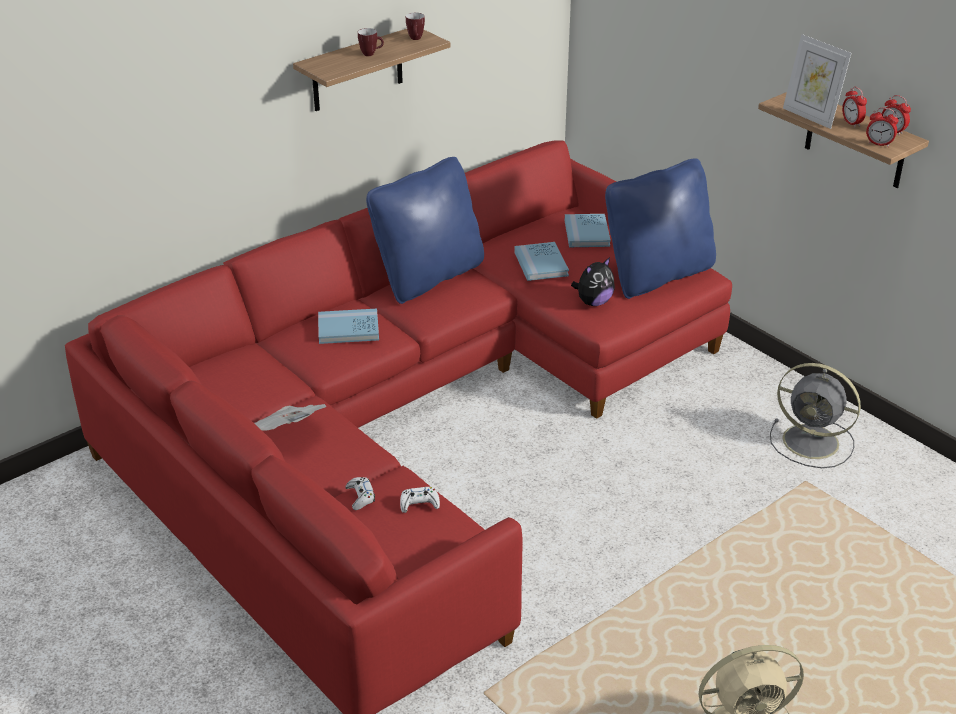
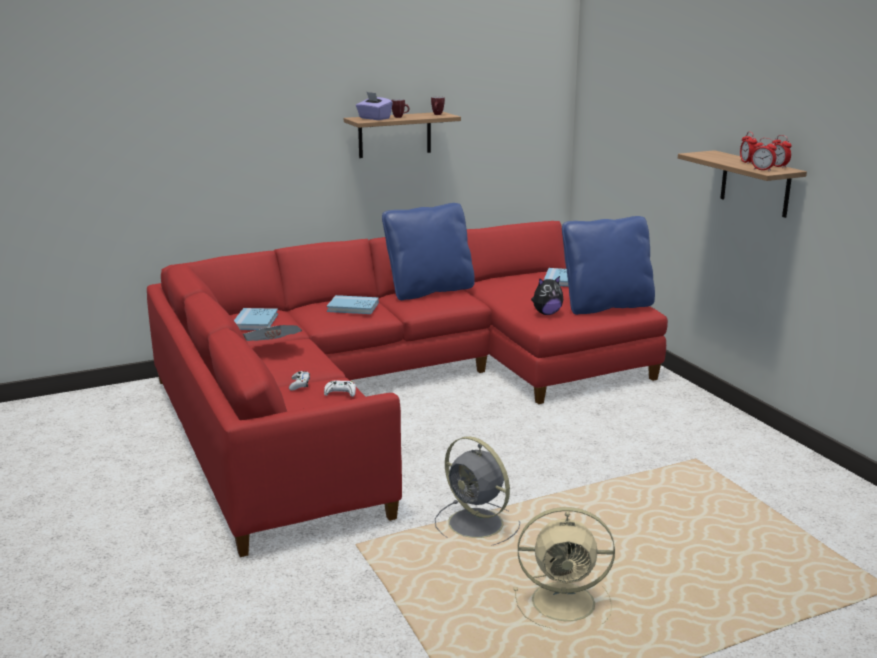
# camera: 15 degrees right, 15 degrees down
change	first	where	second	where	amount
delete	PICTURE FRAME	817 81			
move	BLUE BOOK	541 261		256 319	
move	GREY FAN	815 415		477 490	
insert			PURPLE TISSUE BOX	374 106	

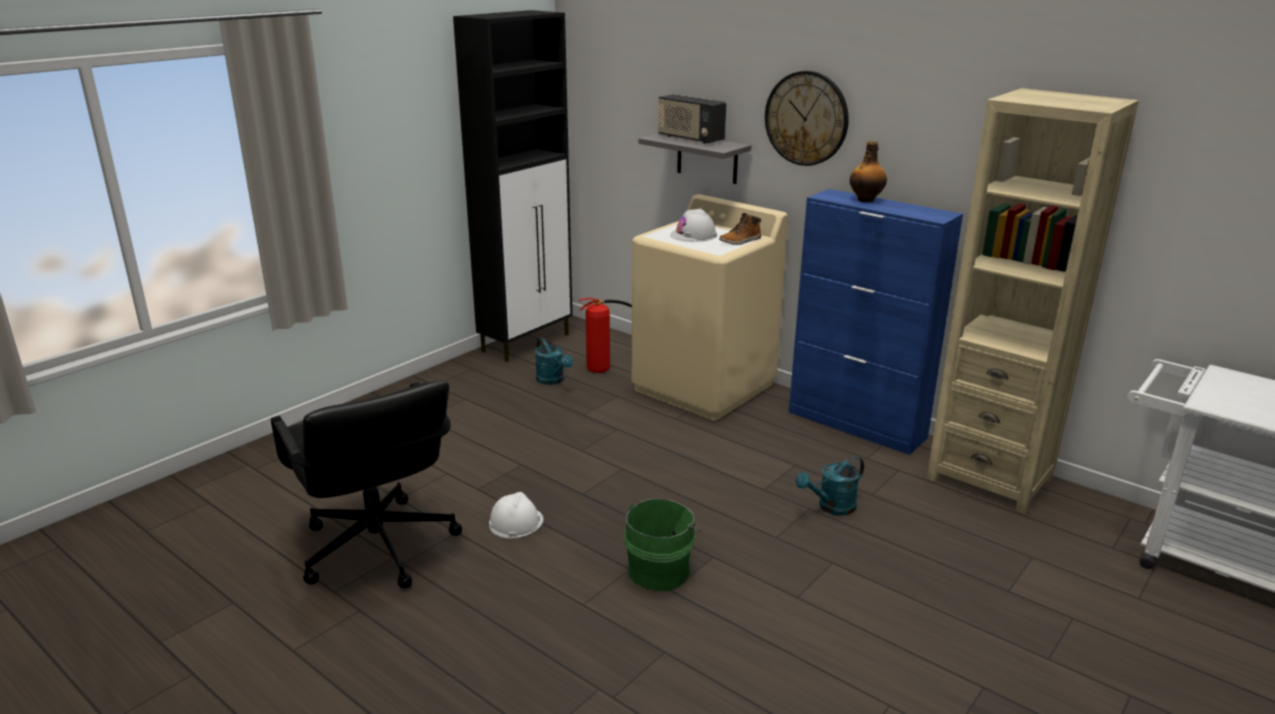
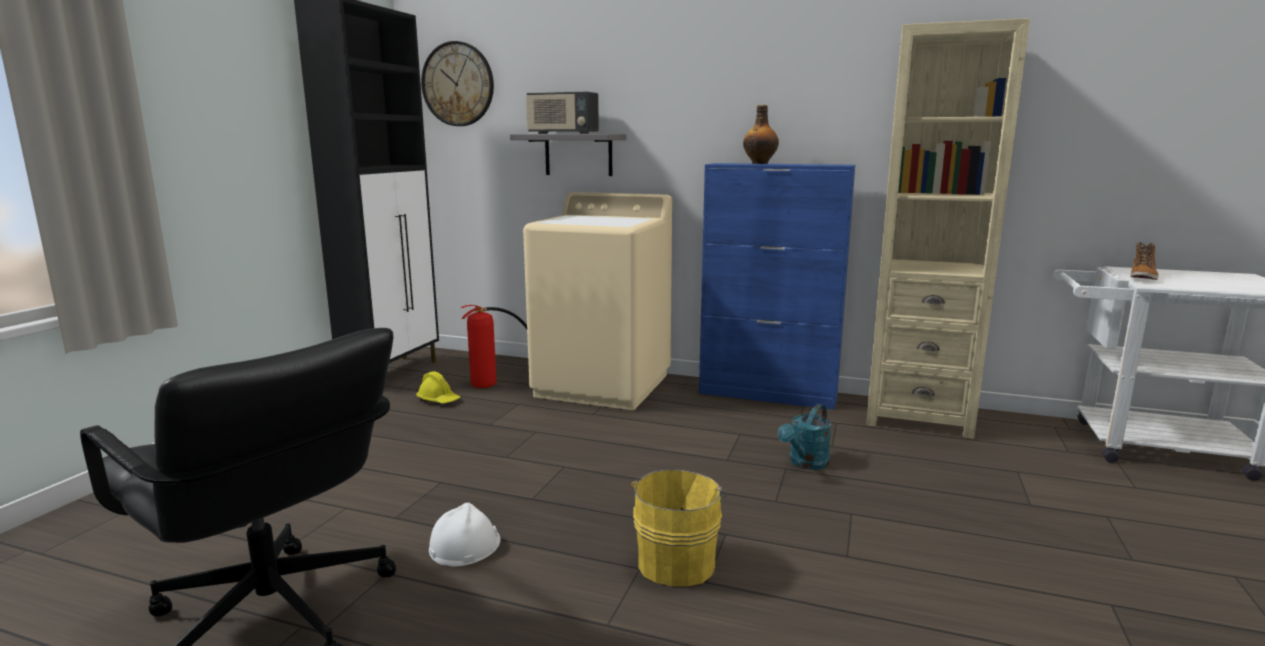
# camera: 20 degrees left, 10 degrees down
change	first	where	second	where	amount
move	WALL CLOCK	807 118		457 83	
delete	WHITE HARD HAT	693 225			
move	BOOT	740 229		1144 261	
replace	TURQUOISE WATERING CAN	554 361	YELLOW HARD HAT	438 387	
recolor	GREEN BUCKET	663 545	YELLOW BUCKET	679 528	

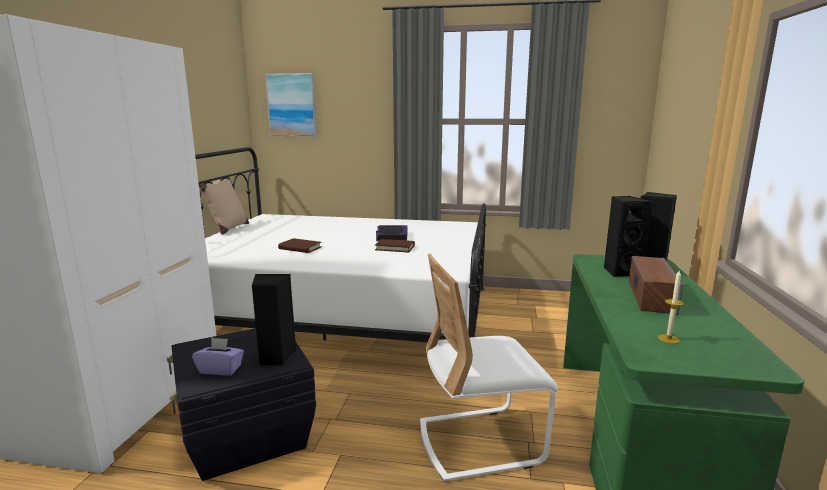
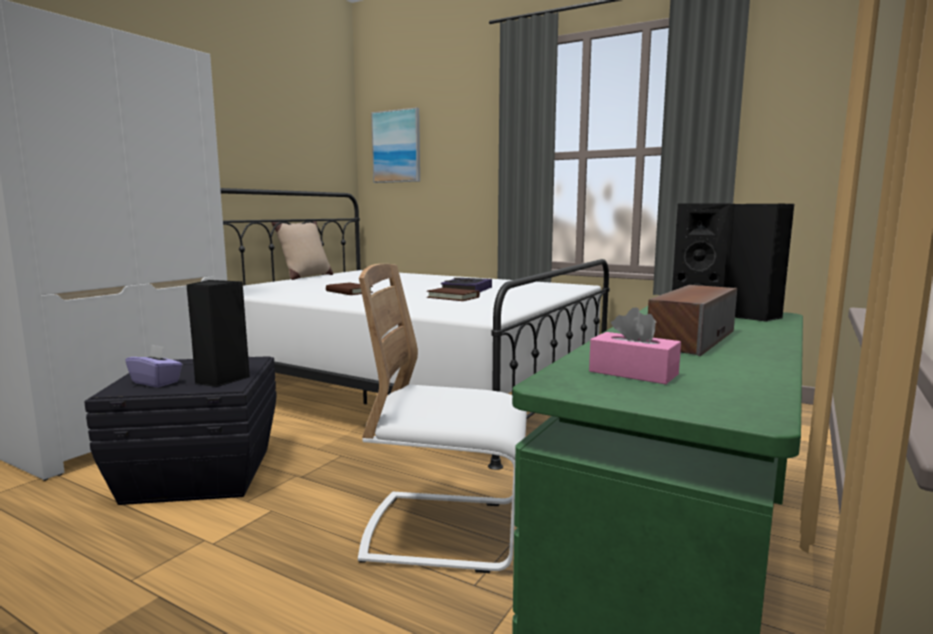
# camera: 20 degrees right, 5 degrees down
change	first	where	second	where	amount
replace	CANDLE	671 306	PINK TISSUE BOX	635 345	

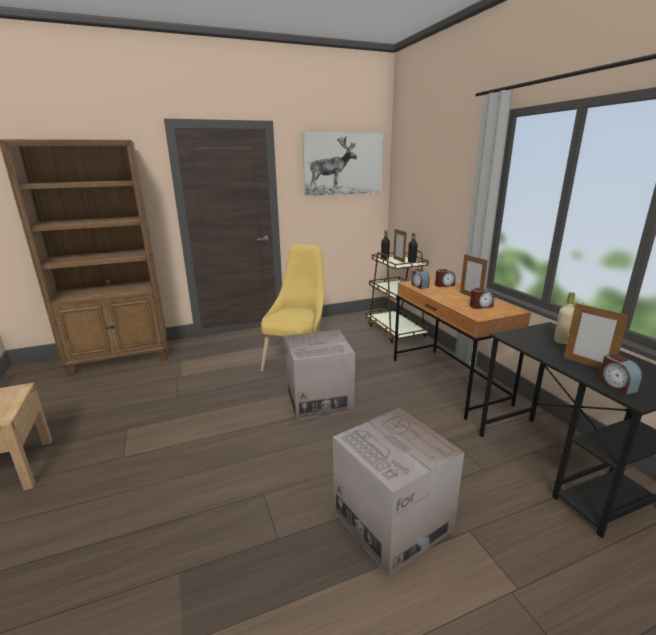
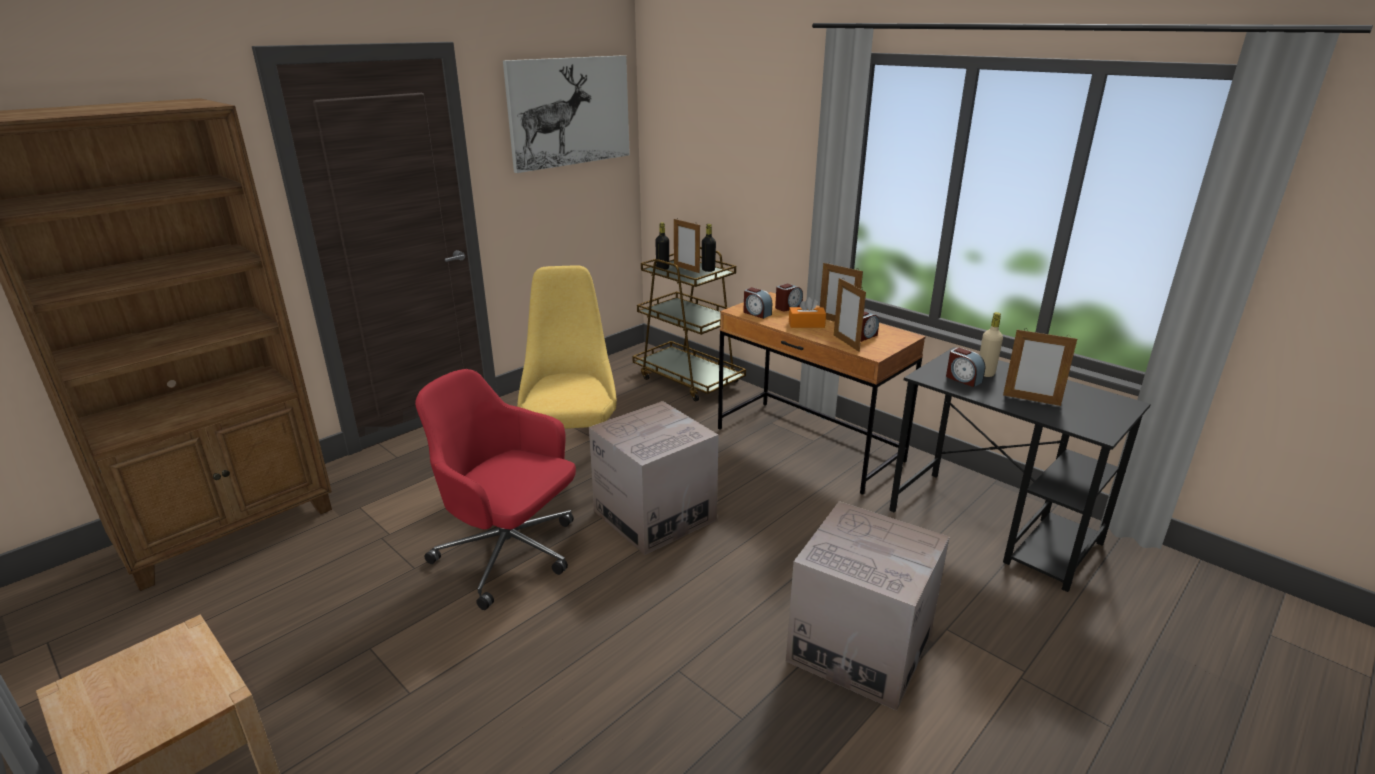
# camera: 25 degrees left, 5 degrees up
change	first	where	second	where	amount
move	ALARM CLOCK	620 374		965 367	
insert			PICTURE FRAME	850 315	
insert			ORANGE TISSUE BOX	807 312	
insert			RED OFFICE CHAIR	495 489	

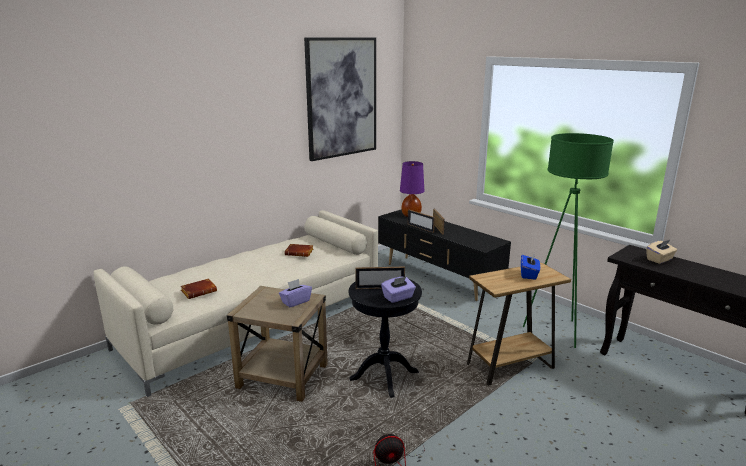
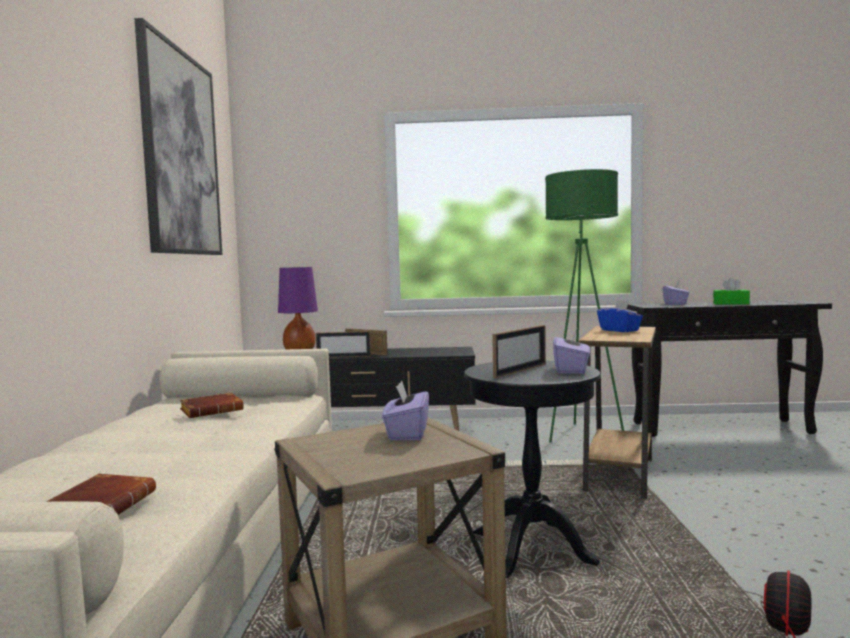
# camera: 45 degrees left, 15 degrees down
change	first	where	second	where	amount
recolor	BEIGE TISSUE BOX	662 252	PURPLE TISSUE BOX	676 292	
insert			GREEN TISSUE BOX	731 290	

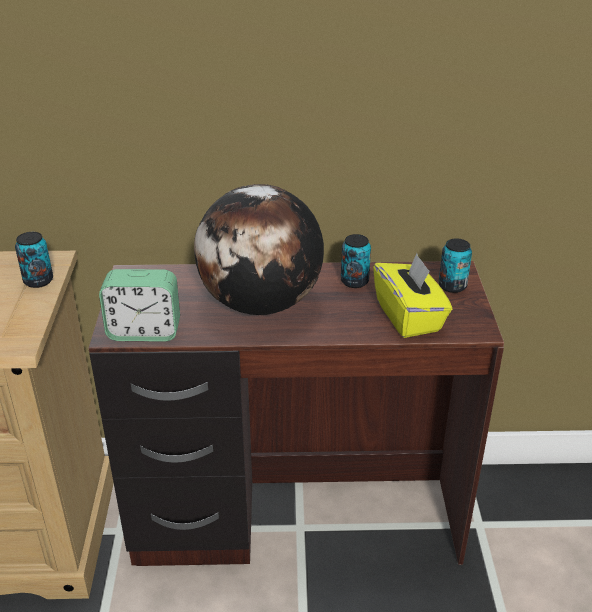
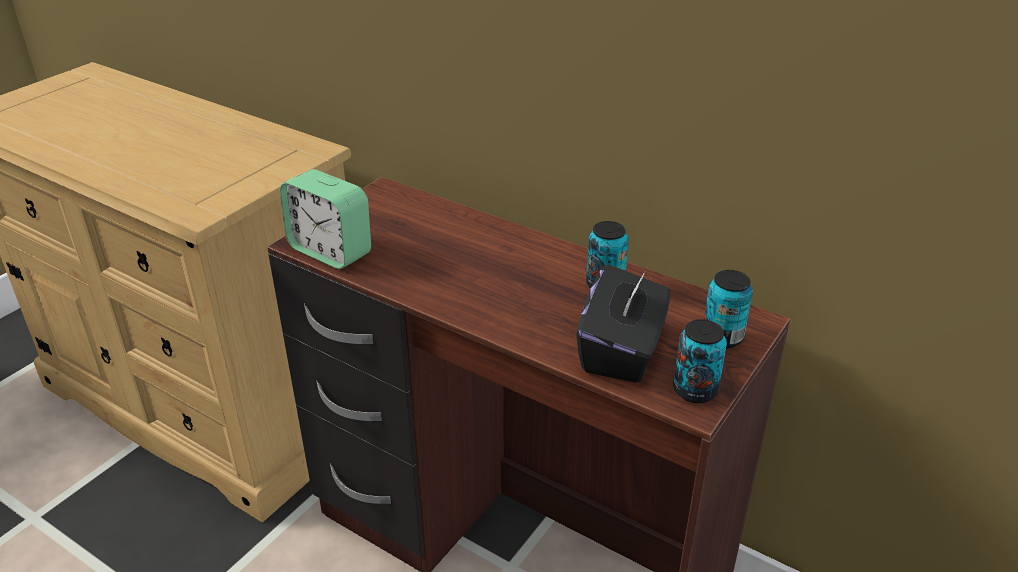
# camera: 35 degrees right, 0 degrees up
change	first	where	second	where	amount
delete	GLOBE	259 249			
move	CAN	34 260		700 361	
recolor	YELLOW TISSUE BOX	412 295	BLACK TISSUE BOX	623 323	

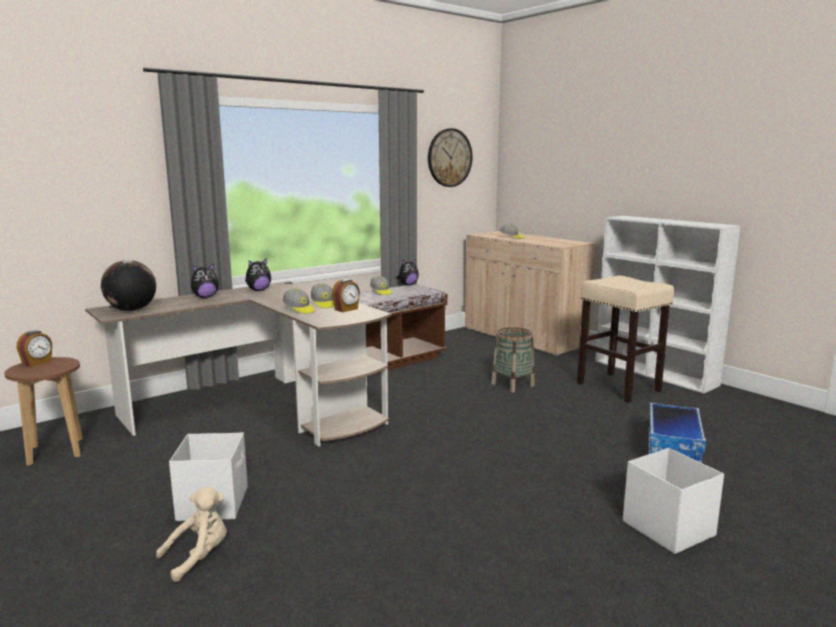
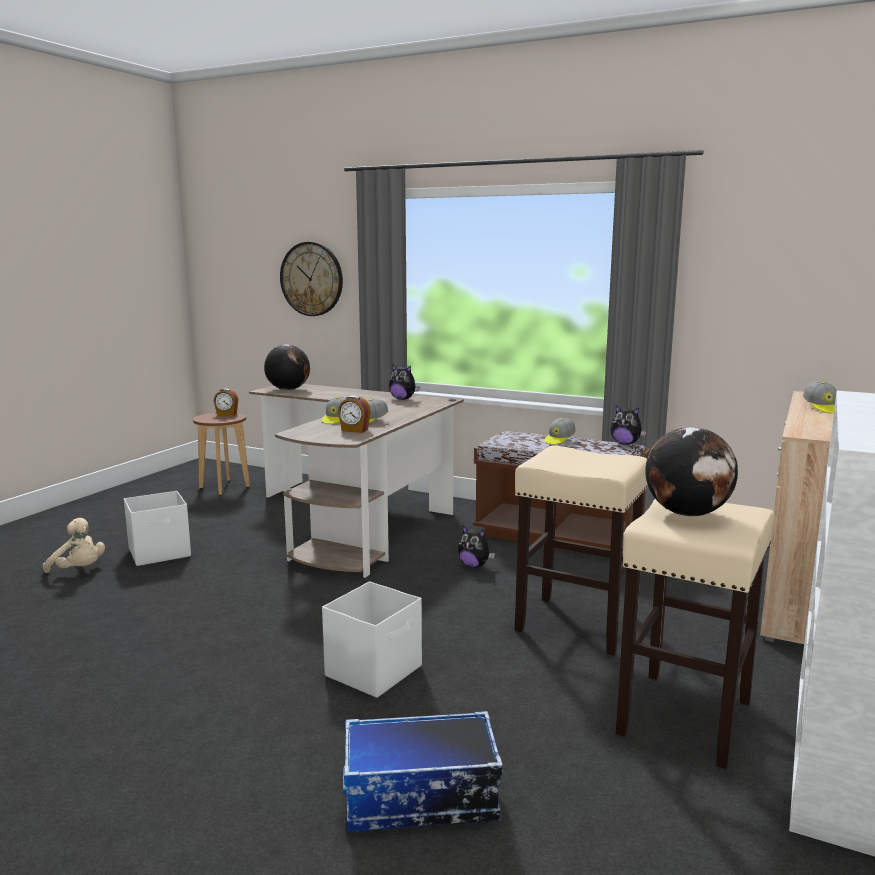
# camera: 65 degrees right, 0 degrees up
change	first	where	second	where	amount
move	WALL CLOCK	450 157		311 279	
move	PLUSH TOY	205 280		476 547	
replace	BASKET	513 360	BEIGE STOOL	581 551	
move	WHITE STORAGE BOX	673 501		372 640	
insert			GLOBE	691 471	

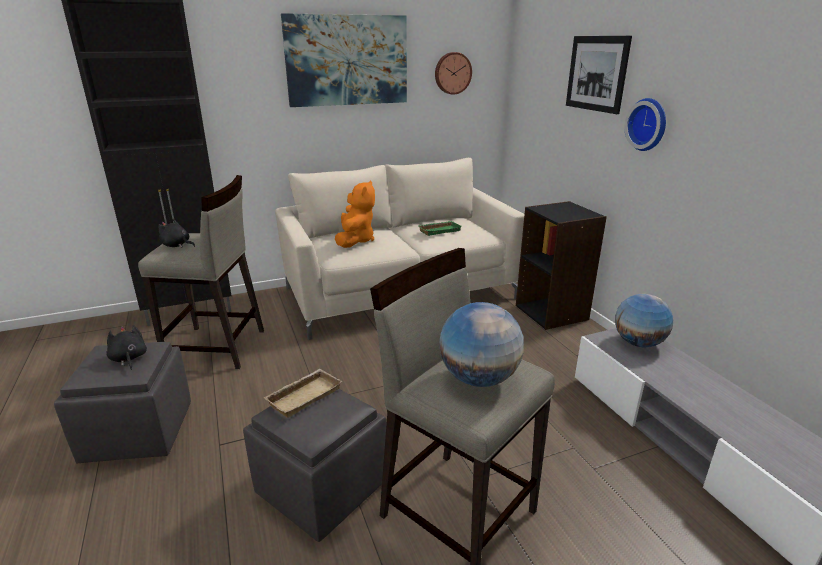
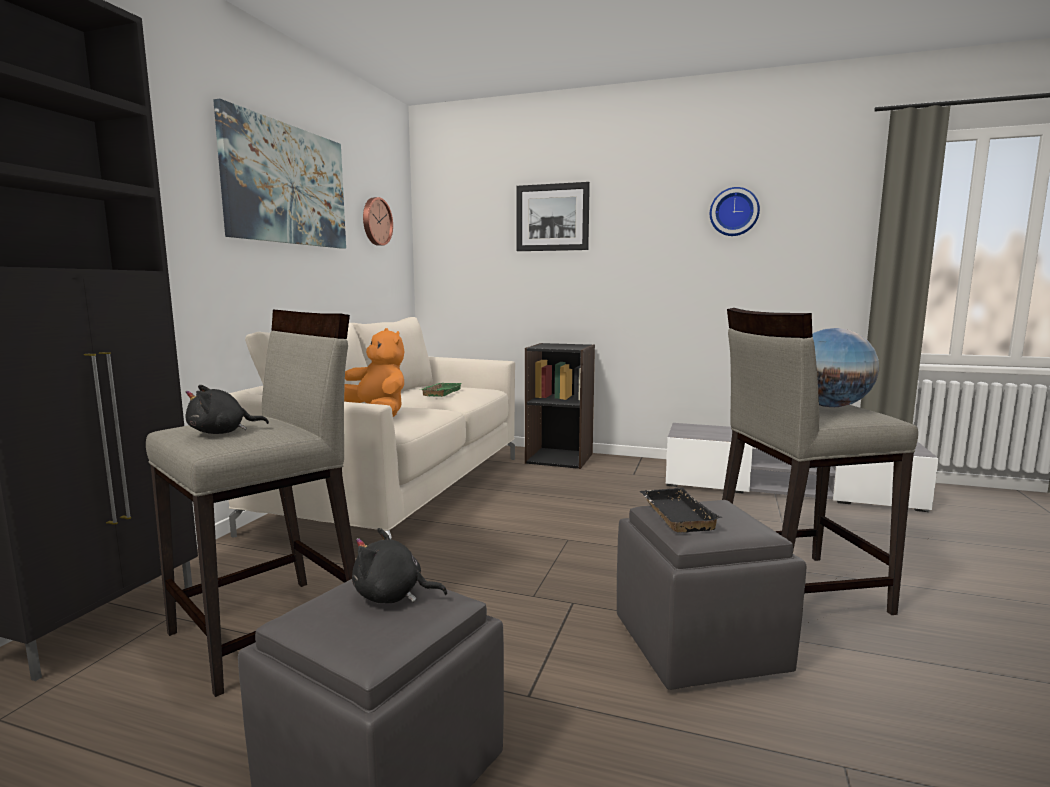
# camera: 50 degrees left, 15 degrees down
change	first	where	second	where	amount
move	WALL CLOCK	645 124		735 211	
delete	GLOBE	644 320			
recolor	BEIGE TRAY	302 393	BLACK TRAY	681 510	

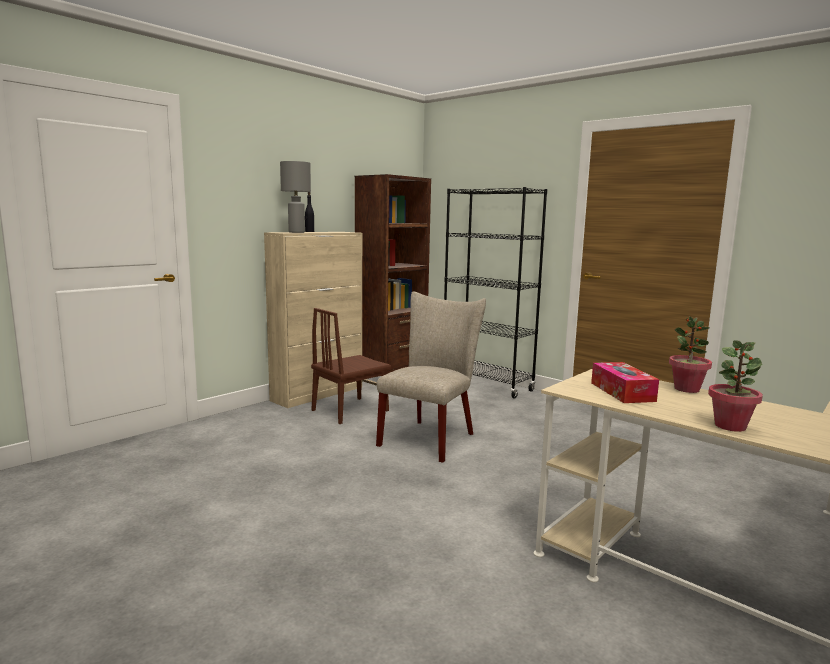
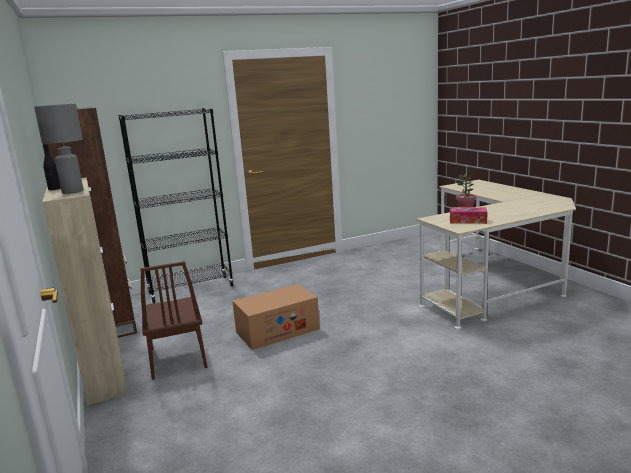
# camera: 65 degrees left, 5 degrees up
change	first	where	second	where	amount
replace	BEIGE CHAIR	431 377	CARDBOARD BOX	276 317	
delete	POTTED PLANT	735 386			

